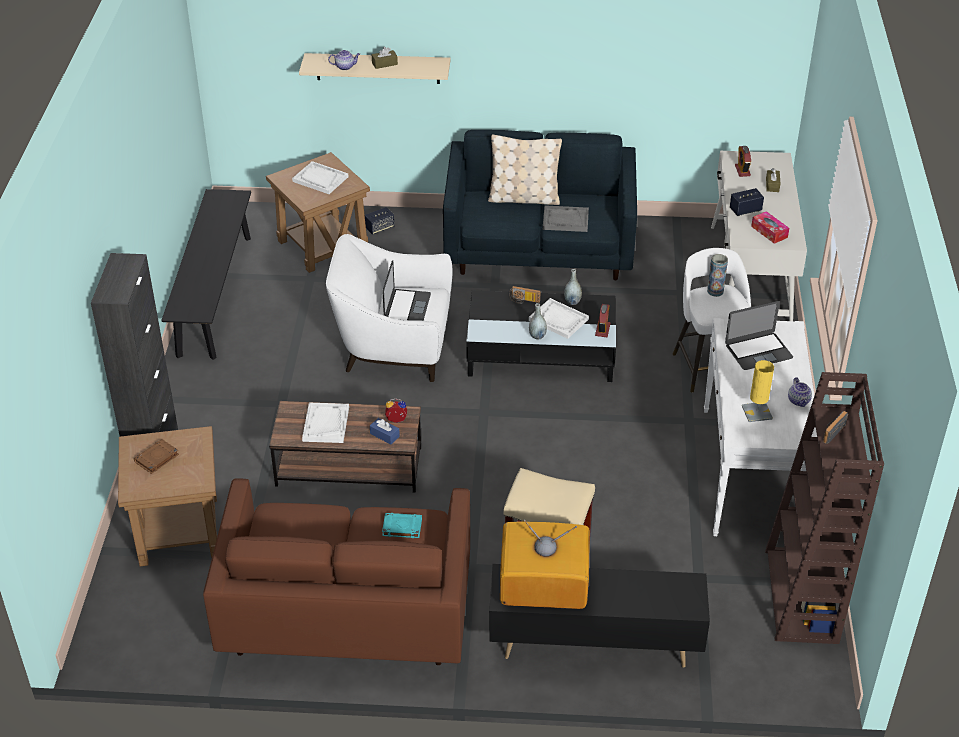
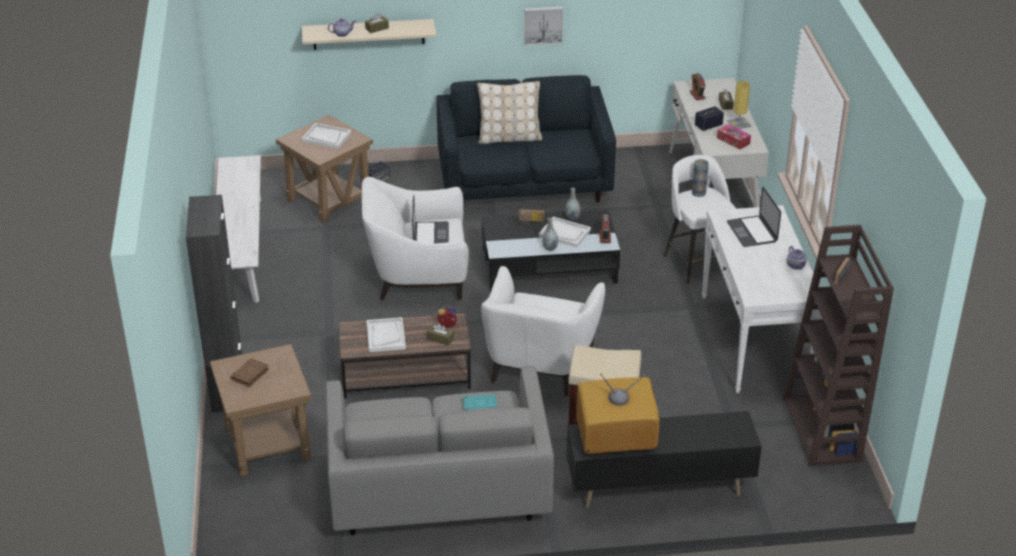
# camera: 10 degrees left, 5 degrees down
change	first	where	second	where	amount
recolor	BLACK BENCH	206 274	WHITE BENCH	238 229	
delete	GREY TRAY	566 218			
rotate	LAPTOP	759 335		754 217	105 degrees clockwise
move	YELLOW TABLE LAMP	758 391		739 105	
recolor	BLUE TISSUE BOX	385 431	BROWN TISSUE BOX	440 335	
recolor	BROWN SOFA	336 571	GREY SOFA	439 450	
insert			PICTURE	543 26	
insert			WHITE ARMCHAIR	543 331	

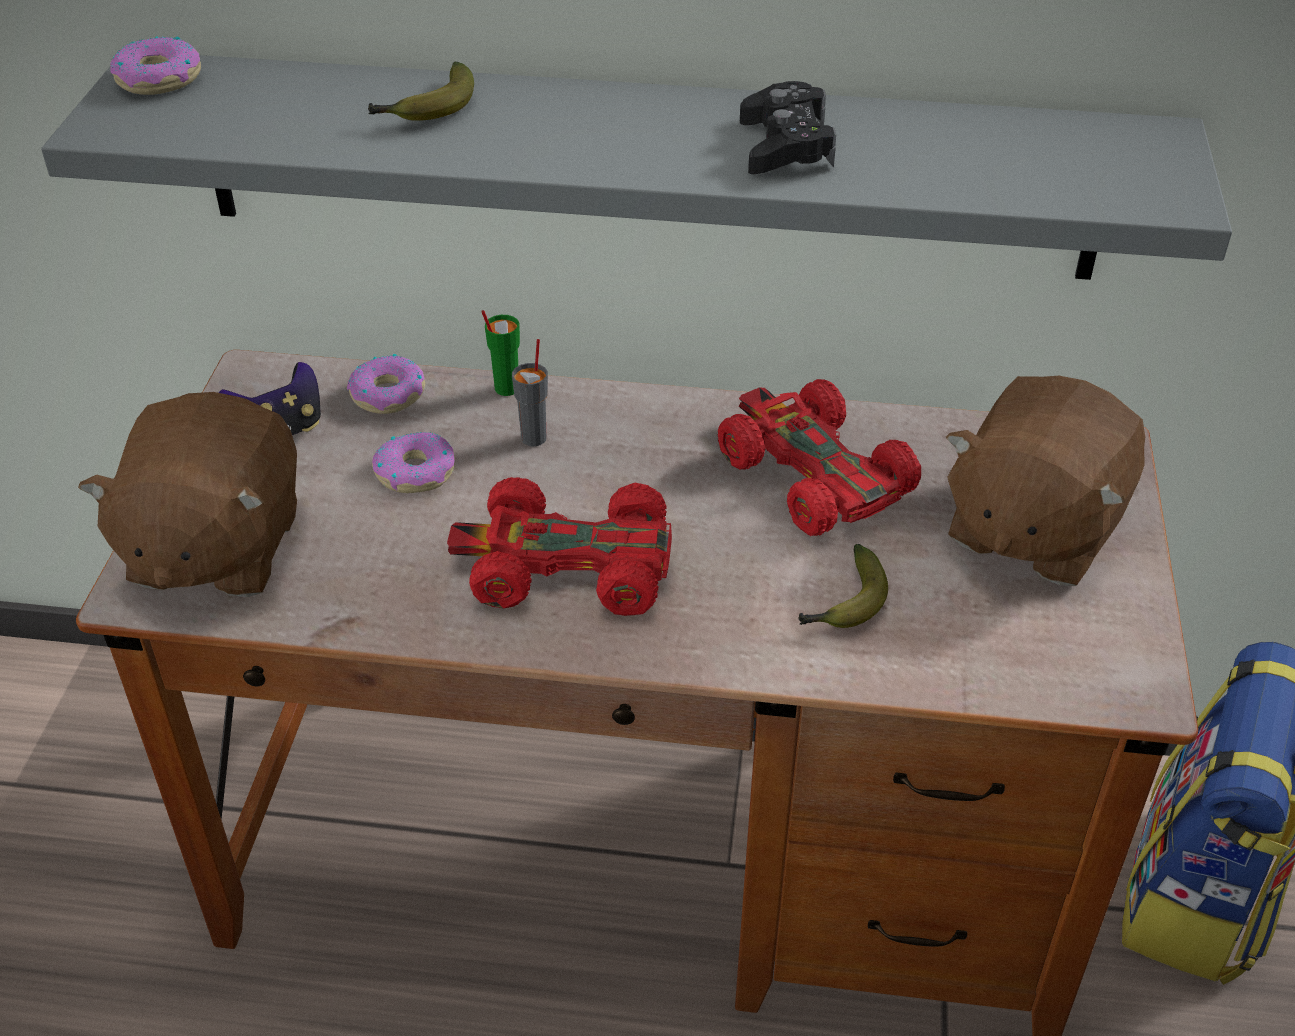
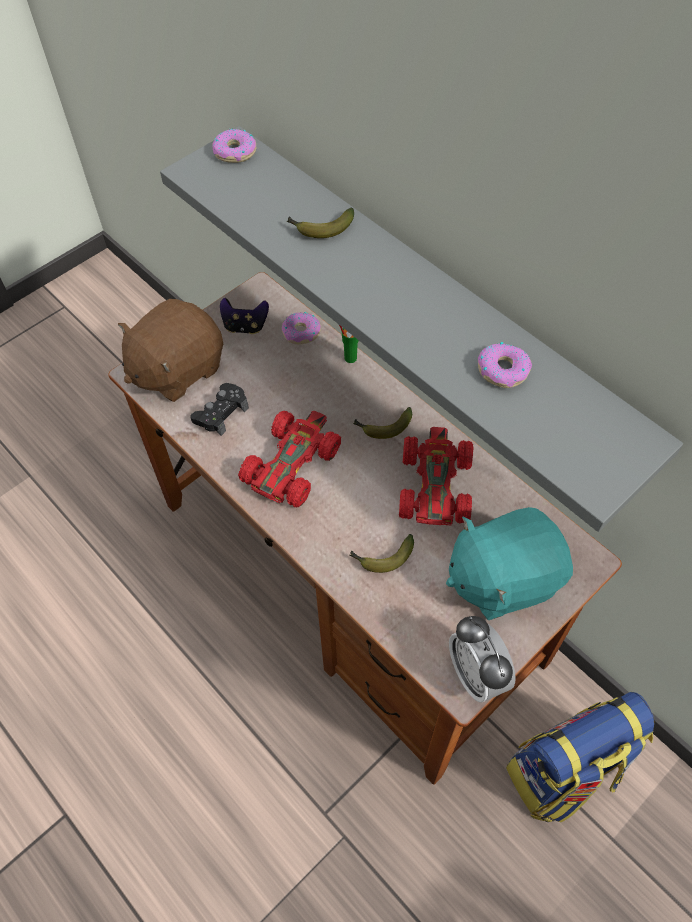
# camera: 40 degrees right, 15 degrees up
change	first	where	second	where	amount
move	BLACK GAME CONTROLLER	788 127		219 409	
delete	GREY CUP	530 392			
recolor	BROWN PLUSH TOY	1045 481	TURQUOISE PLUSH TOY	509 563	
move	DONUT	413 462		505 365	
rotate	RED TOY CAR	559 546		289 459	75 degrees clockwise
insert			BANANA	382 423	
insert			ALARM CLOCK	482 659	

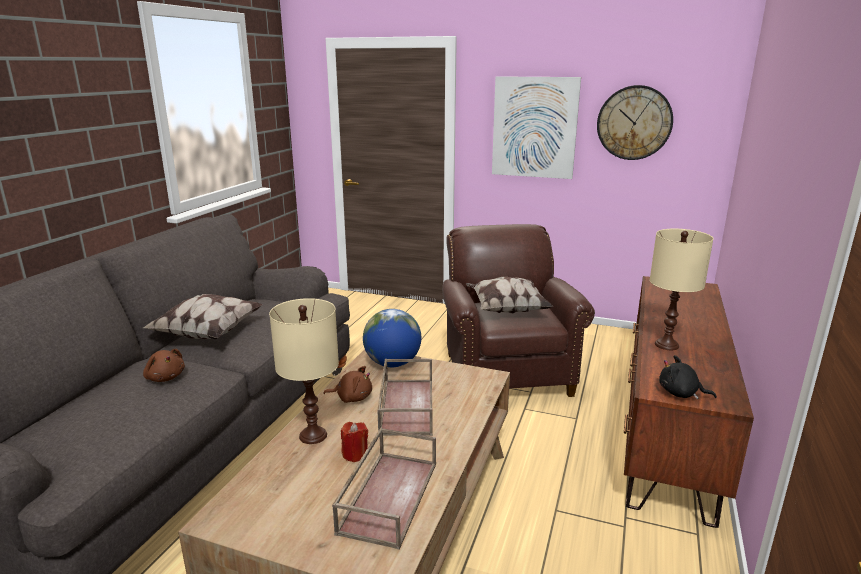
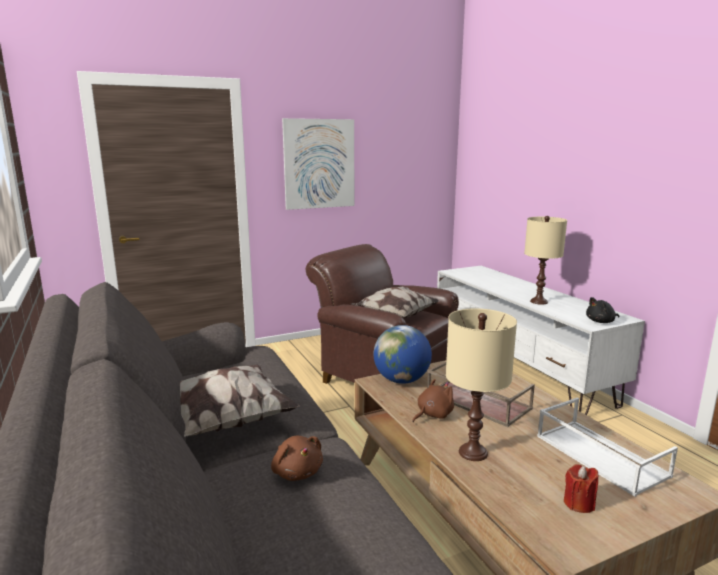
# camera: 45 degrees left, 5 degrees down
change	first	where	second	where	amount
delete	WALL CLOCK	635 122			
recolor	BROWN TV STAND	689 402	WHITE TV STAND	541 340	
rotate	BROWN PLUSH TOY	164 365		297 458	60 degrees clockwise
move	RED CANDLE	354 442		581 488	
recolor	BROWN TRAY	384 489	WHITE TRAY	607 447	

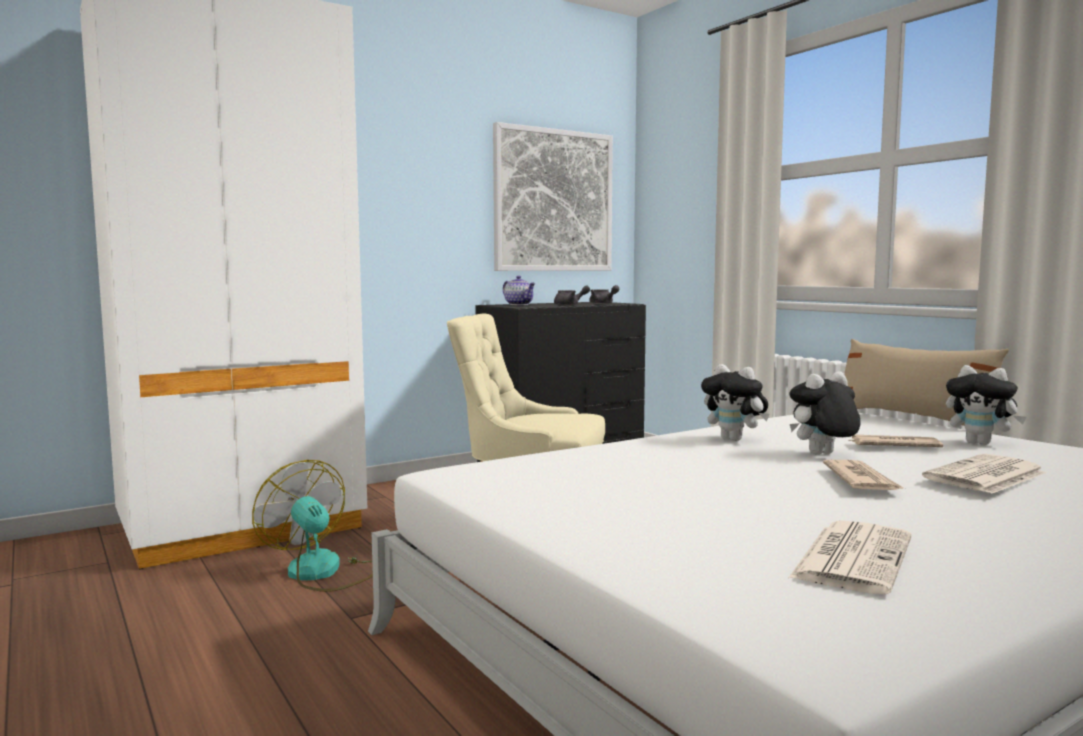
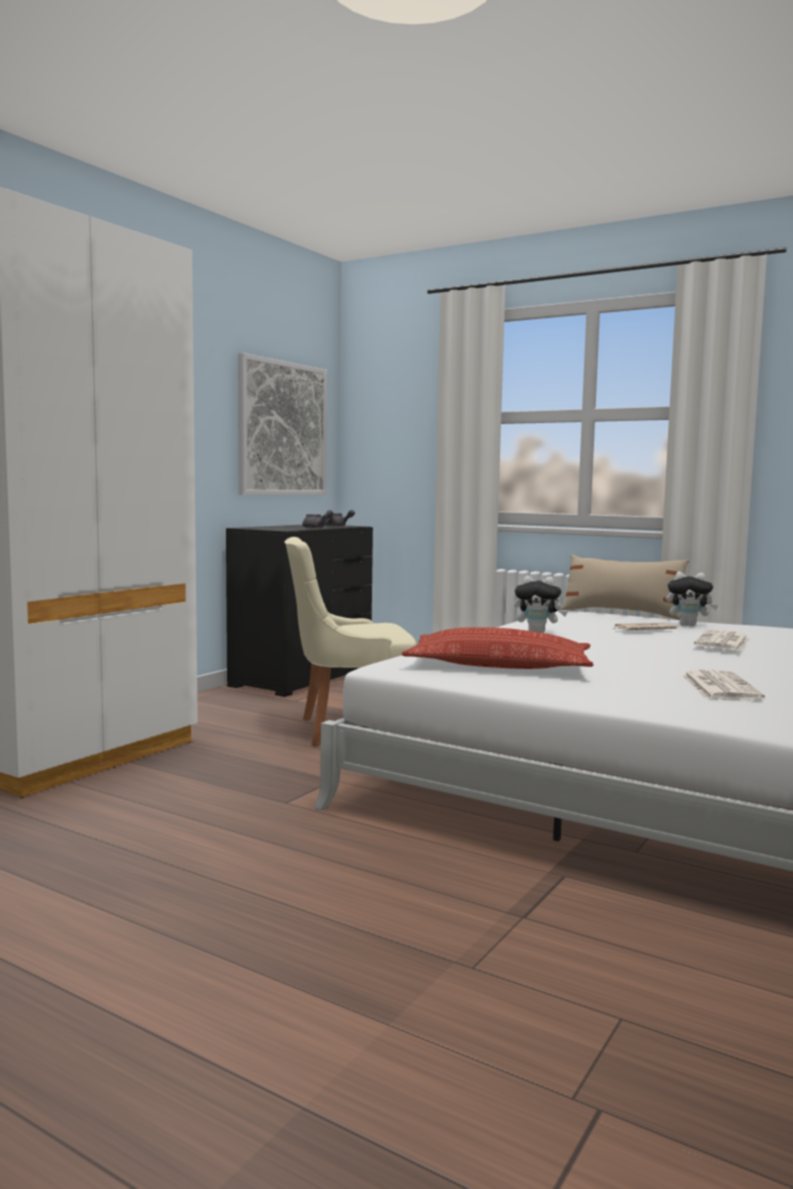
# camera: 25 degrees left, 0 degrees up
change	first	where	second	where	amount
delete	TEAPOT	519 290			
delete	PLUSH TOY	824 412			
delete	FAN	312 526			
delete	NEWSPAPER	863 475			
insert			PILLOW	497 648	

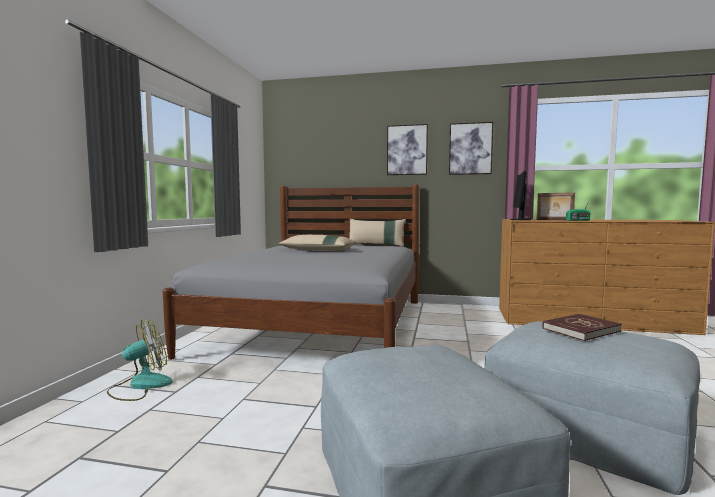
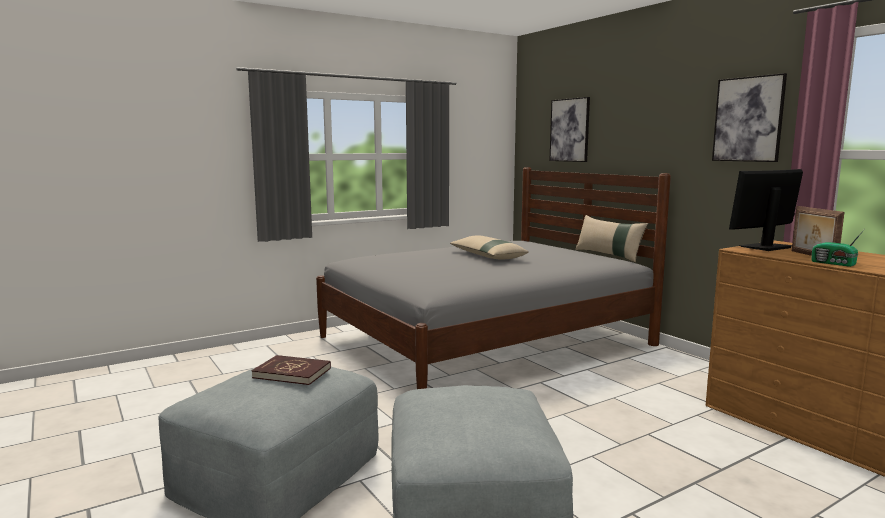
# camera: 45 degrees right, 5 degrees up
change	first	where	second	where	amount
move	PICTURE	407 149		569 129	
move	RED BOOK	582 327		291 370	
delete	FAN	140 360			

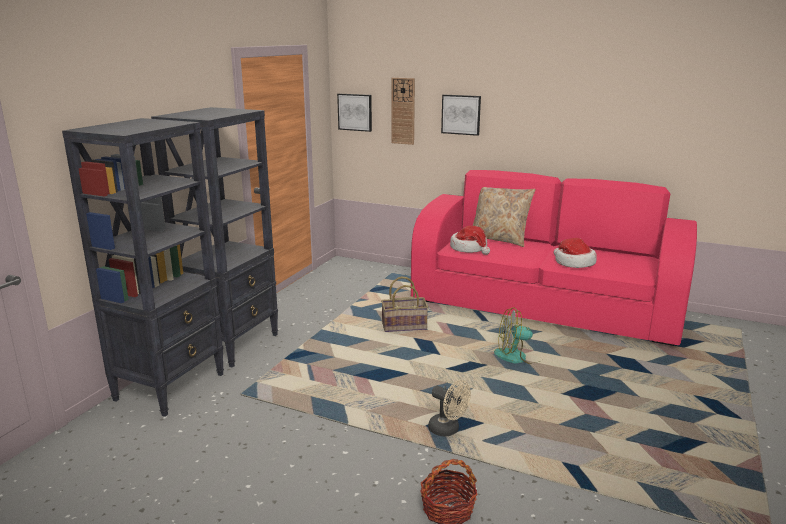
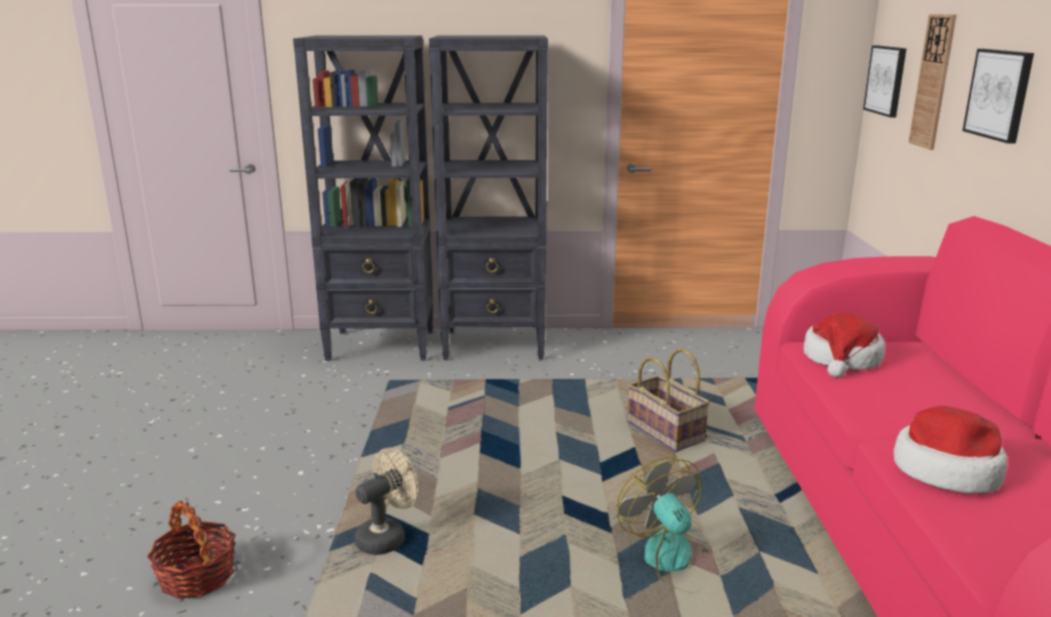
# camera: 65 degrees right, 0 degrees up
change	first	where	second	where	amount
delete	BEIGE PILLOW	504 217			
rotate	BEIGE FAN	449 408		387 501	150 degrees counterclockwise

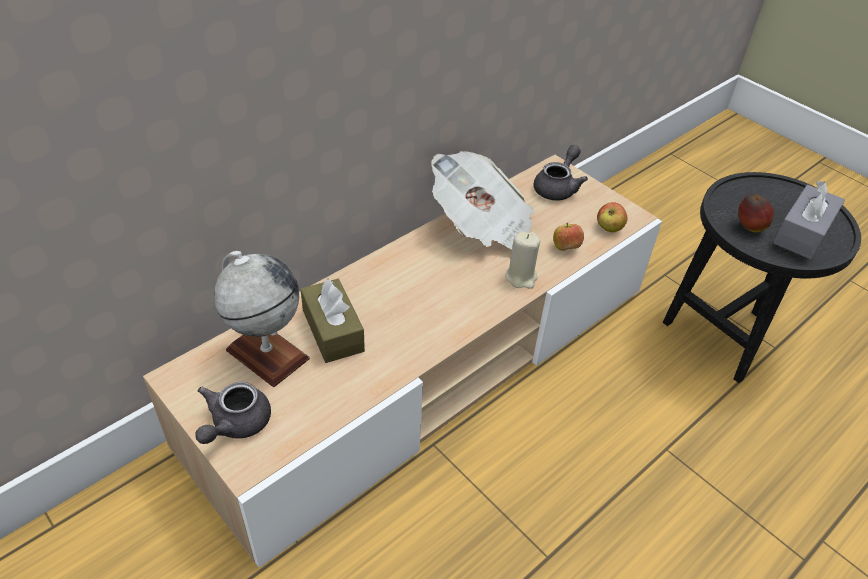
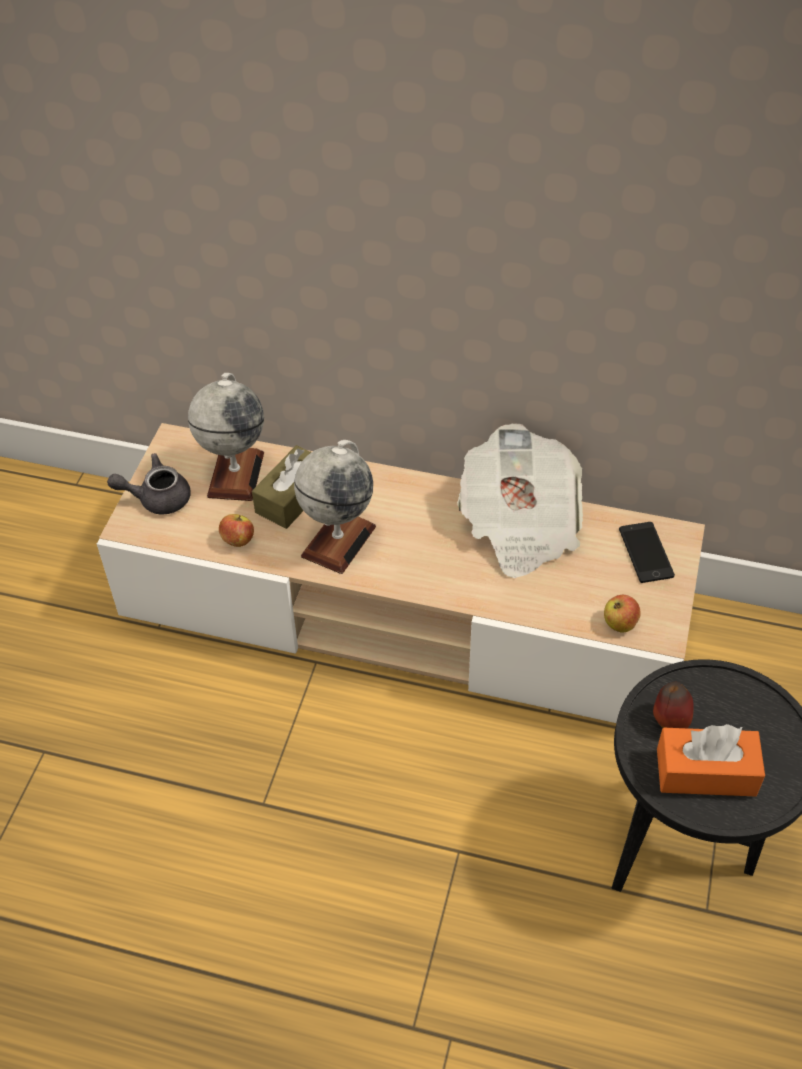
# camera: 60 degrees right, 5 degrees up
change	first	where	second	where	amount
replace	GREY TEAPOT	560 173	PHONE	647 552	
recolor	GREY TISSUE BOX	809 220	ORANGE TISSUE BOX	711 760	
move	APPLE	568 237		236 530	
delete	BEIGE CANDLE	522 260			
insert			GLOBE	335 507	

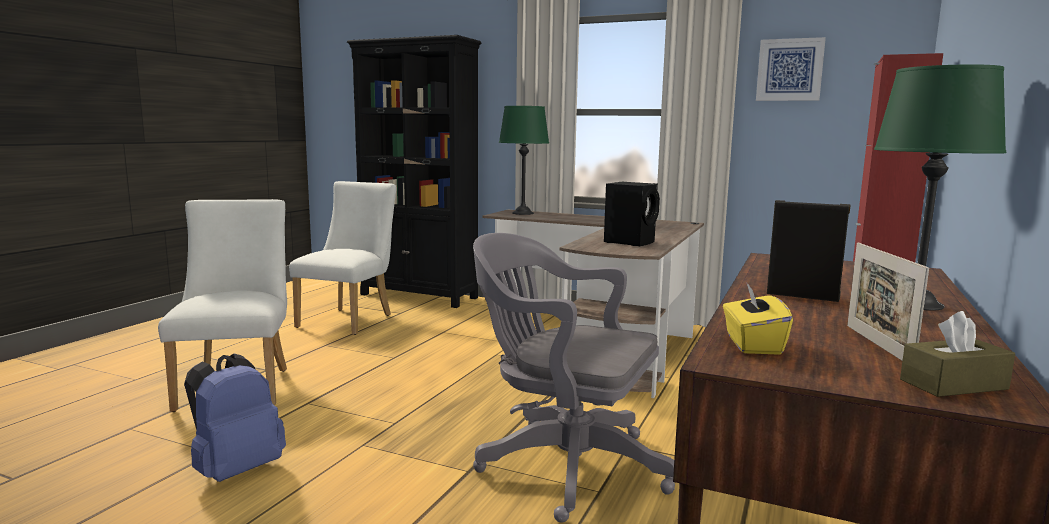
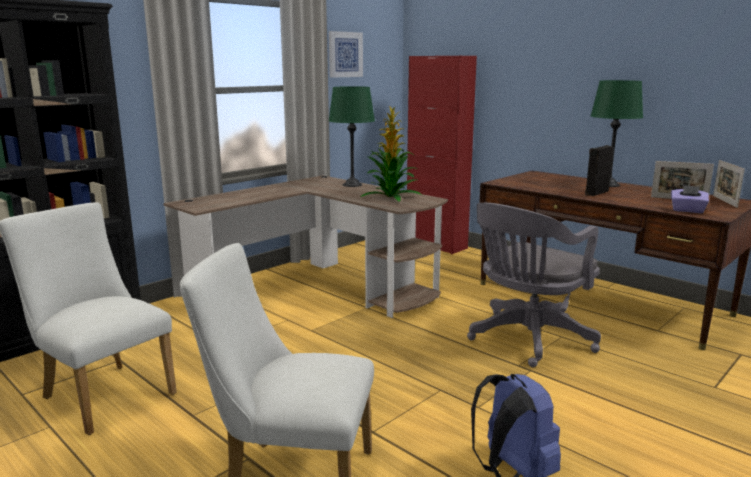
# camera: 70 degrees left, 5 degrees up
change	first	where	second	where	amount
move	GREEN TABLE LAMP	524 160		352 136	
replace	BLACK SPEAKER	632 214	POTTED PLANT	391 153	
recolor	YELLOW TISSUE BOX	758 318	PURPLE TISSUE BOX	690 199	
replace	BROWN TISSUE BOX	957 354	PICTURE FRAME	729 184	

